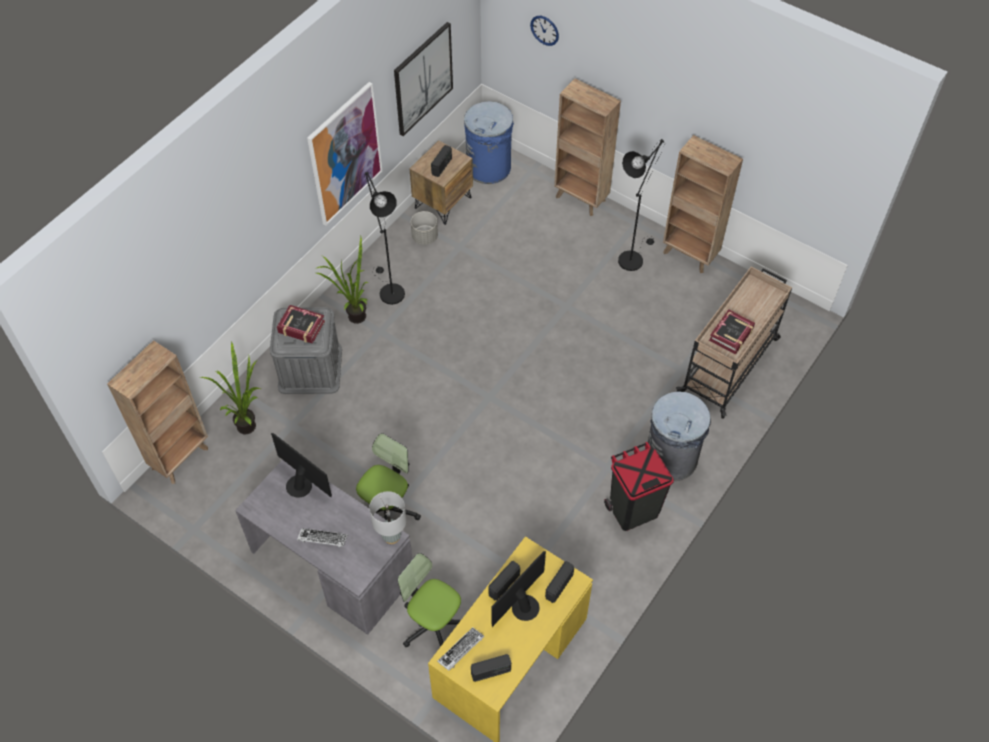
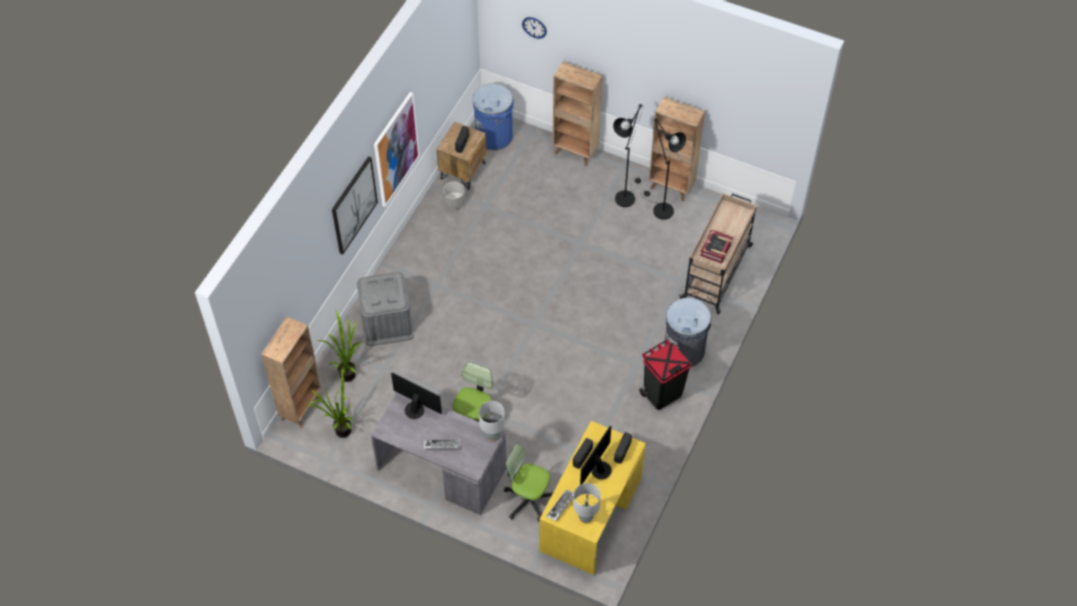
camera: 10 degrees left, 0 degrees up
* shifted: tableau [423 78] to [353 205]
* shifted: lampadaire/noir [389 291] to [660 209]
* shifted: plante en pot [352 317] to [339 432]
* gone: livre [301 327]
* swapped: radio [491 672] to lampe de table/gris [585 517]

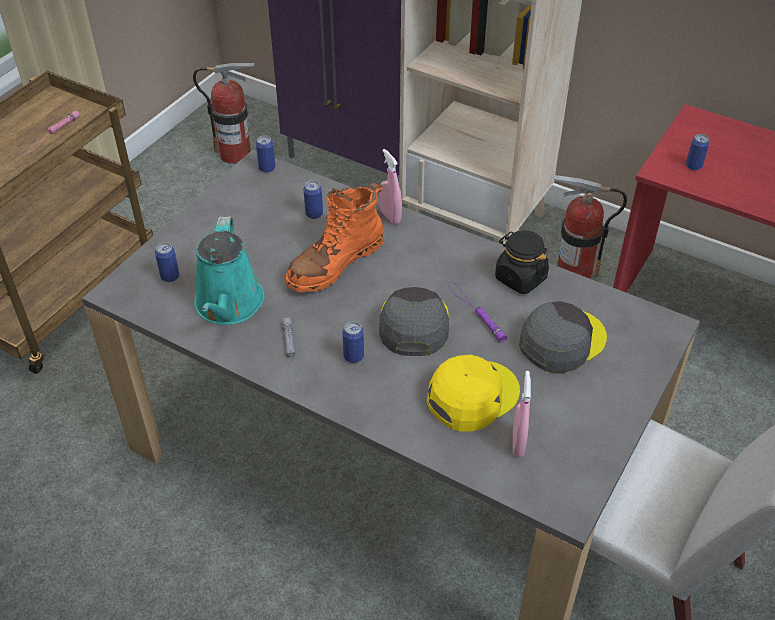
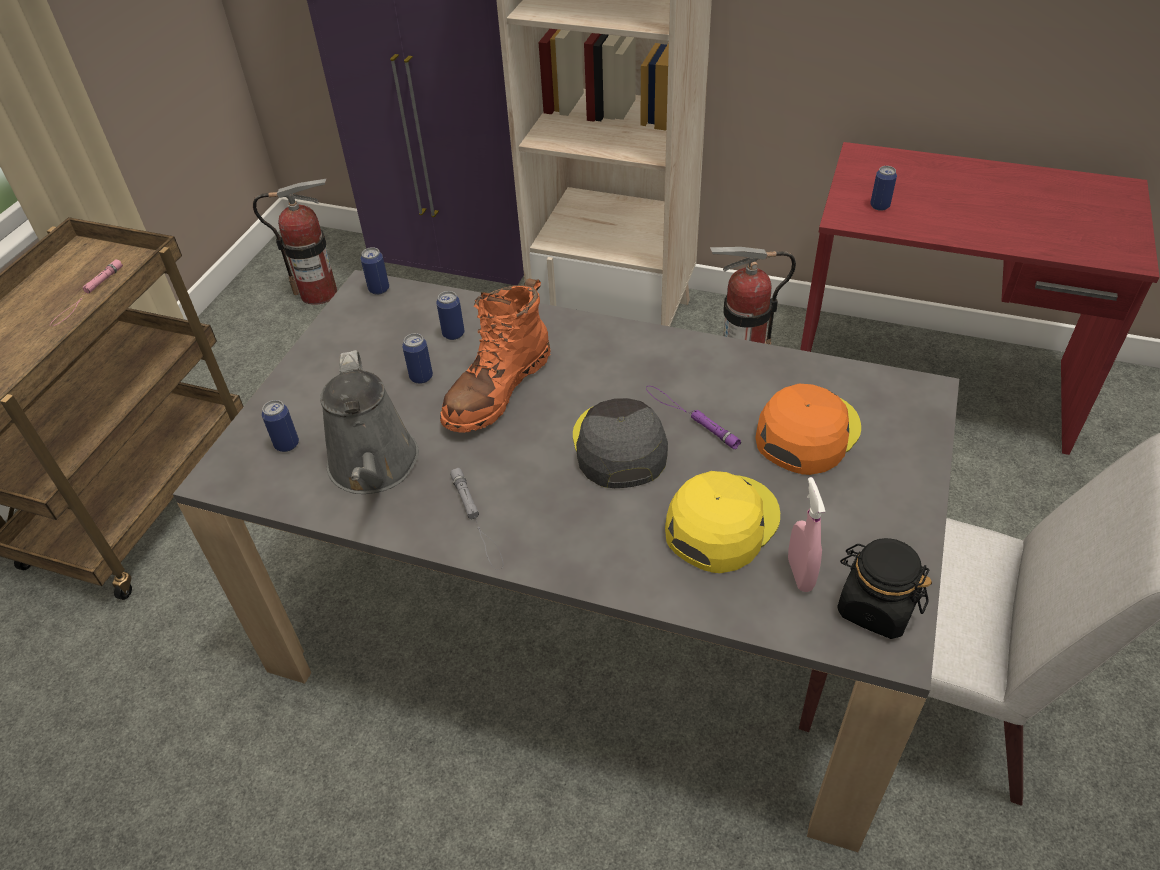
camera: 10 degrees left, 0 degrees up
* gone: vaporisateur/rose [390 216]
* repainted: arrosoir/turquoise [228 306] to arrosoir/gris [374 467]
* shifted: bocal/noir [520 278] to [875 607]
* repainted: casquette/gris [561 341] to casquette/orange [807 433]
* shifted: boîte métallique [353 356] to [421 377]

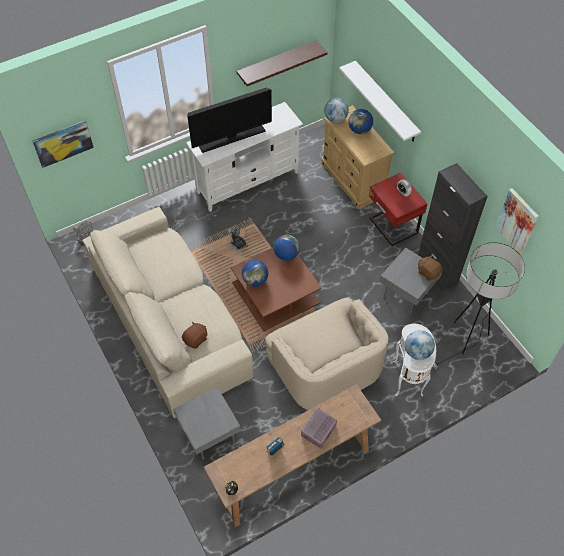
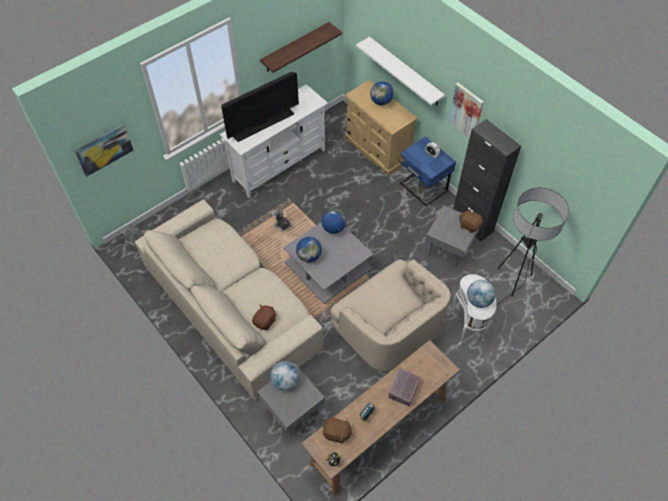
camera: 10 degrees left, 0 degrees up
* shifted: globe [335 119] to [285 381]
* repainted: table de chevet/rouge [392 227] to table de chevet/bleu [422 188]
* shifted: tableau [517 221] to [466 111]
* repainted: table basse/marron [275 295] to table basse/gris [327 268]
* new: peluche/marron [337 433]

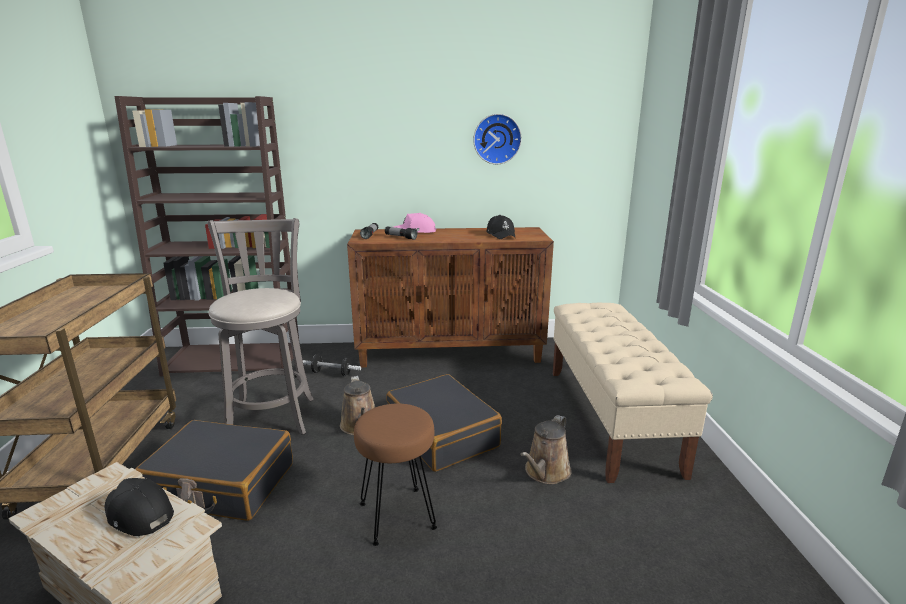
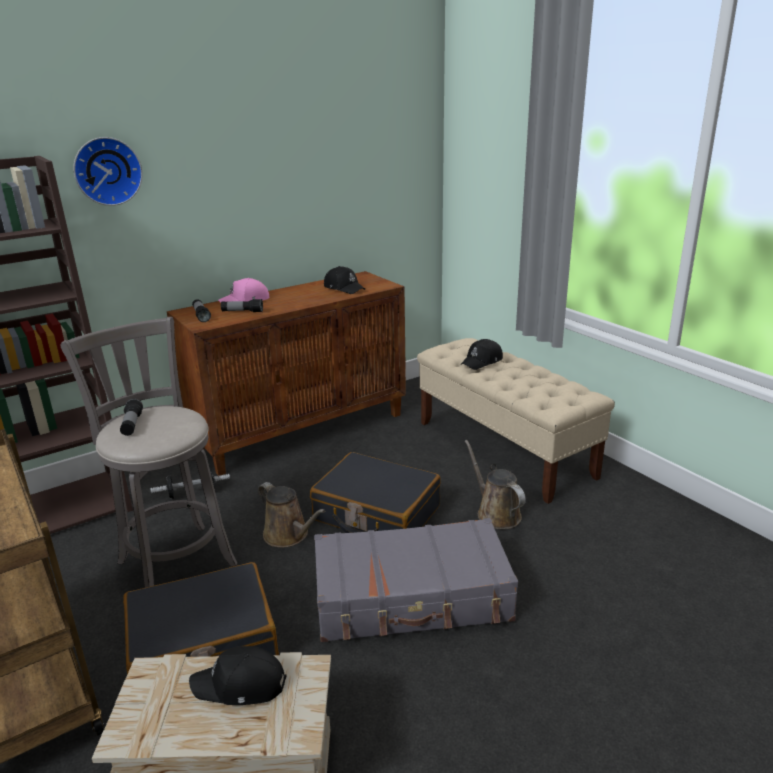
camera: 30 degrees left, 5 degrees up
* shifted: horloge murale [496 139] to [107 171]
* swapped: tabouret/marron [398 515] to valise/gris [412 597]
* rotated: arrosoir/marron [545 472] = [496 513] 150 degrees clockwise
* new: casquette/noir [482 361]
* new: lampe de poche [132 425]

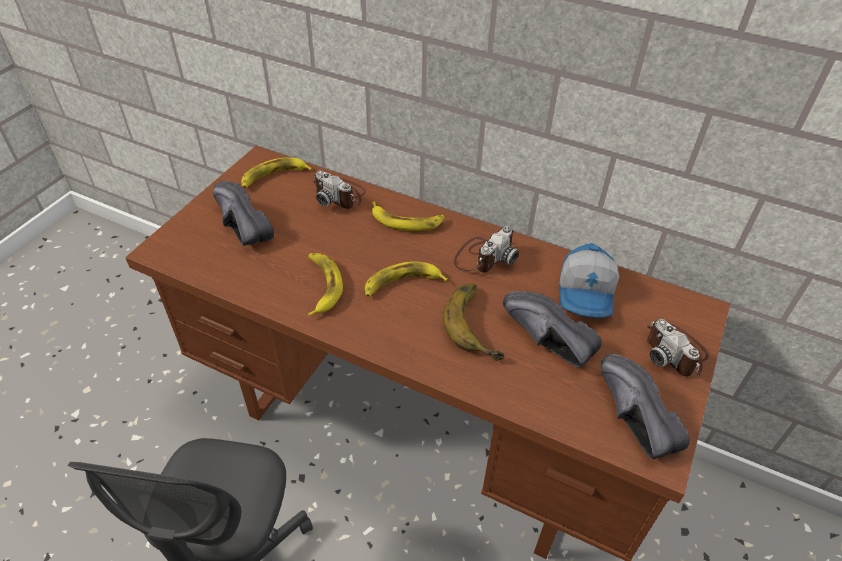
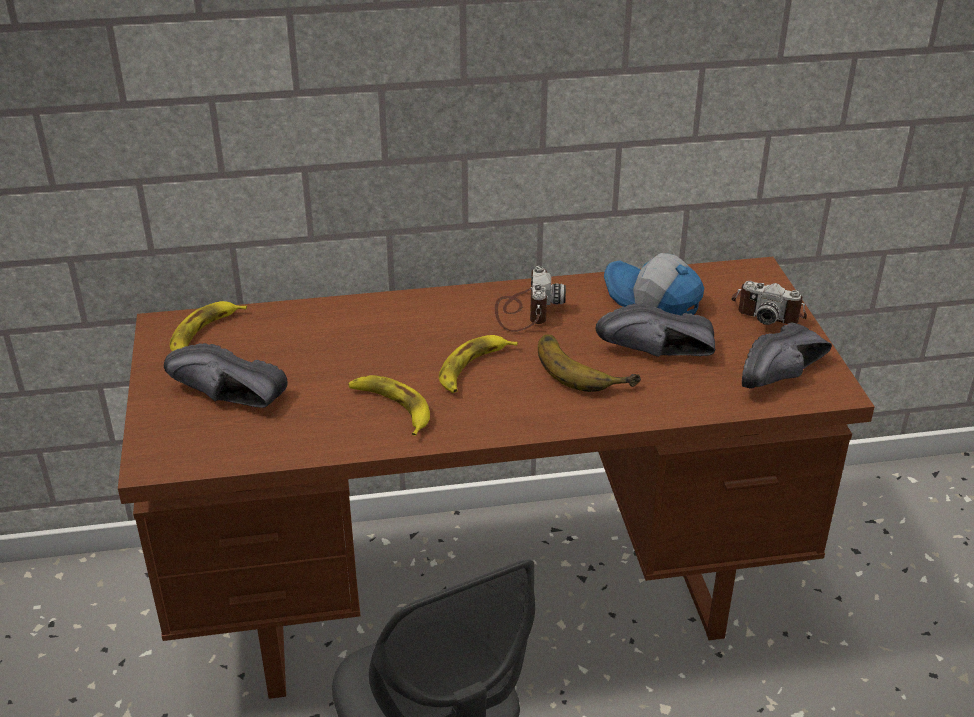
camera: 35 degrees left, 10 degrees down
* gone: appareil photo [340 195]
* gone: banane [406 221]
* rotated: casquette [587 293] = [652 300] 150 degrees clockwise
* rotated: chaussure/noir [629 419] = [784 376] 75 degrees counterclockwise

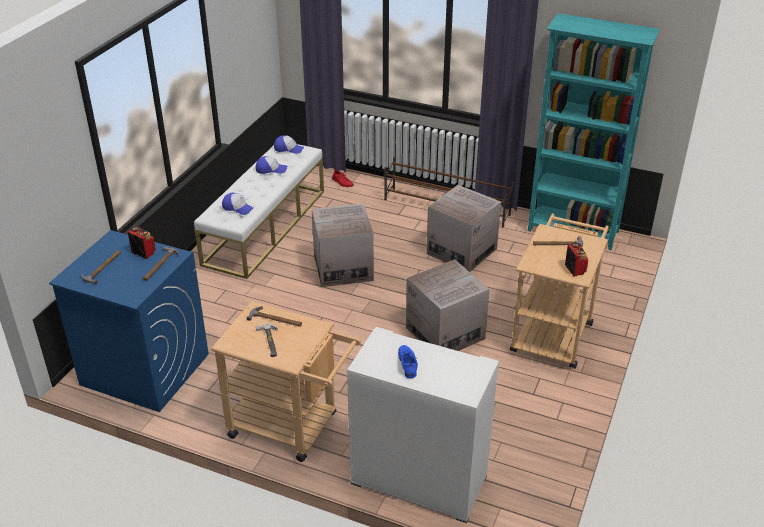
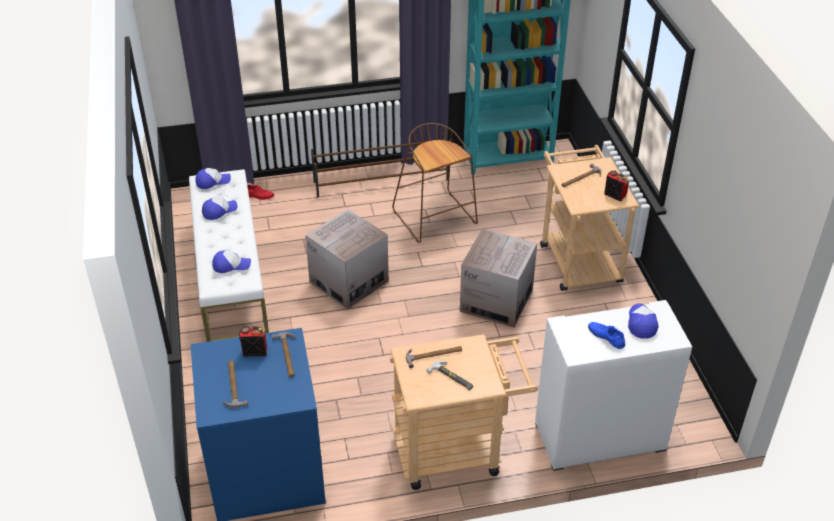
camera: 35 degrees left, 5 degrees up
* swapped: carton [461 251] to tabouret/marron [436 218]
* new: casquette [641 323]

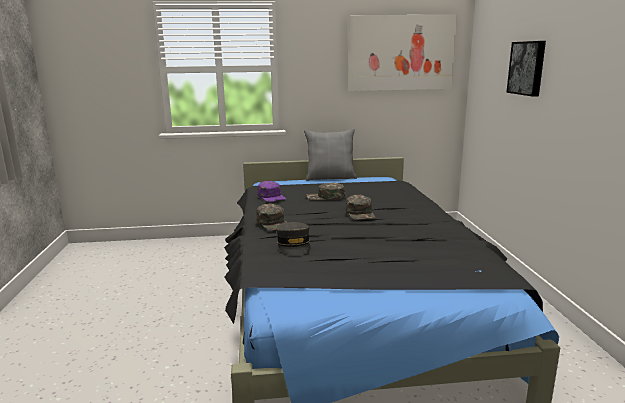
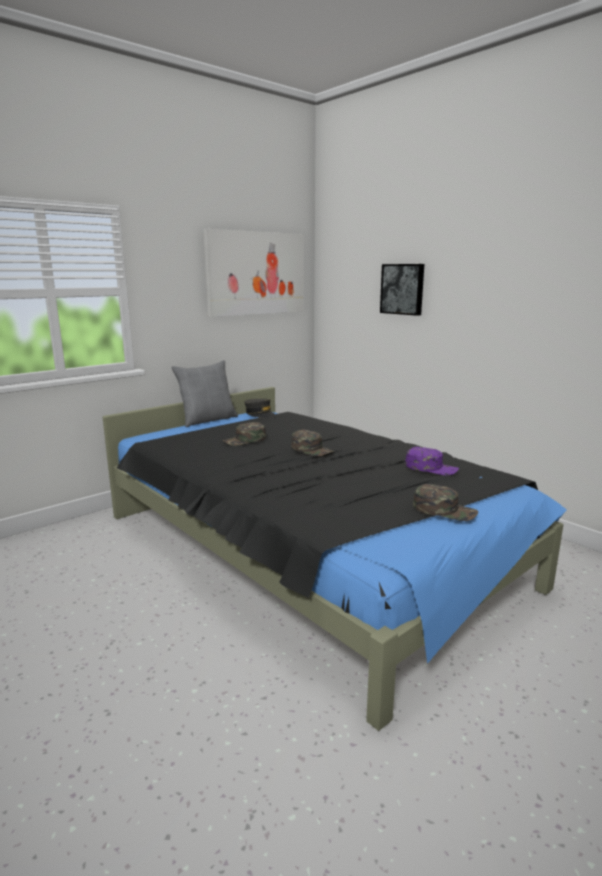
camera: 35 degrees left, 0 degrees up
* shifted: casquette/violet [272 196] to [431 468]
* shifted: casquette/vert [273 223] to [444 510]
* shifted: casquette/gris [294 245] to [260 414]

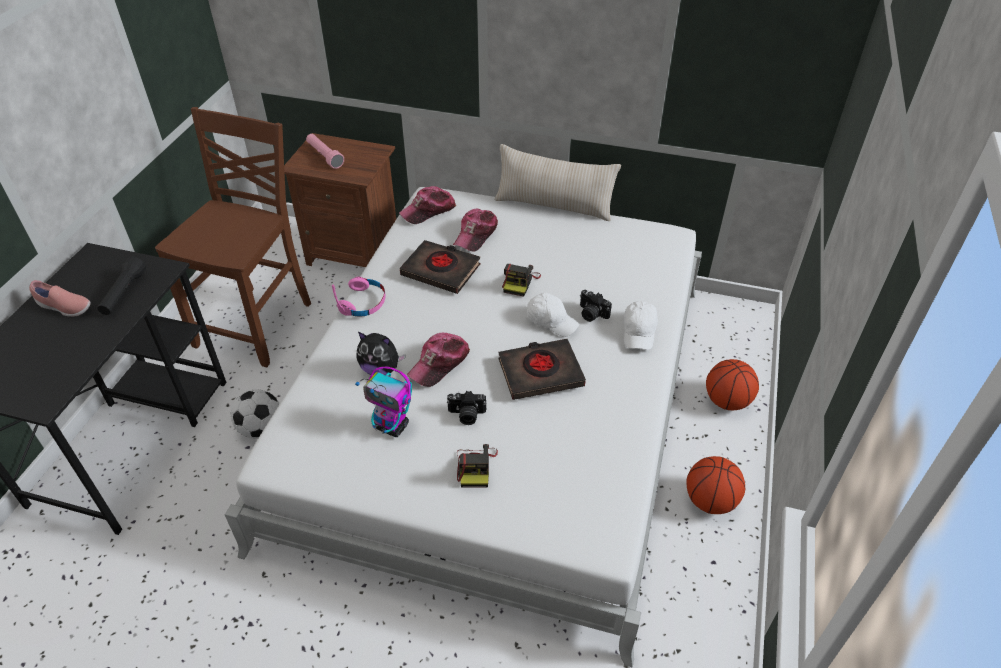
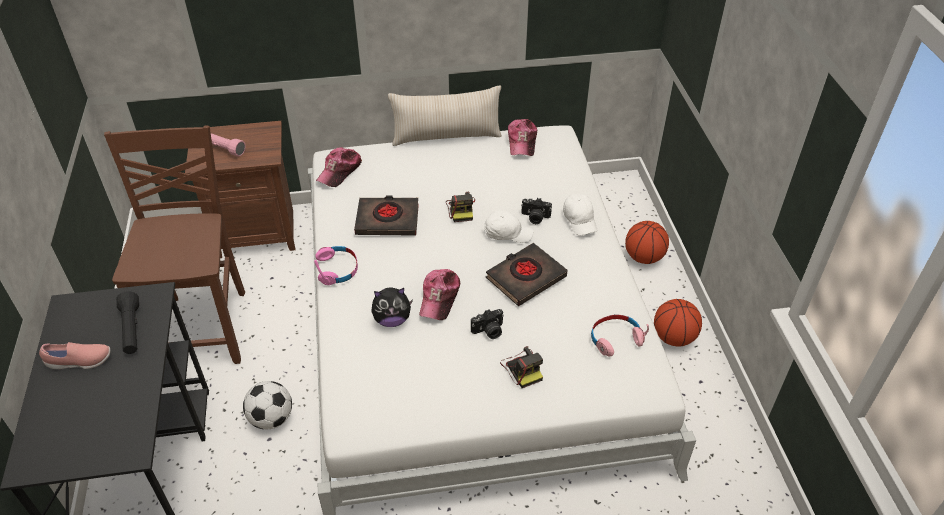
camera: 25 degrees left, 0 degrees up
* shifted: casquette [476 235] to [522 142]
* gone: robot jouet [392 426]
* new: casque audio/rose [615 339]

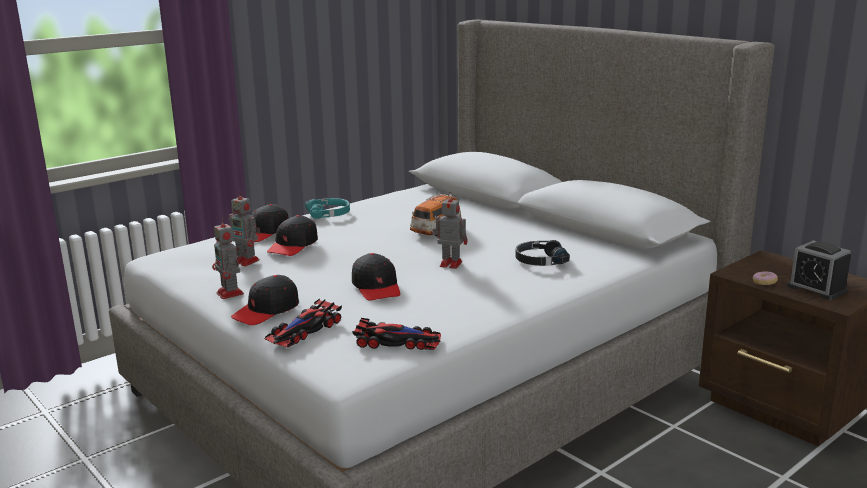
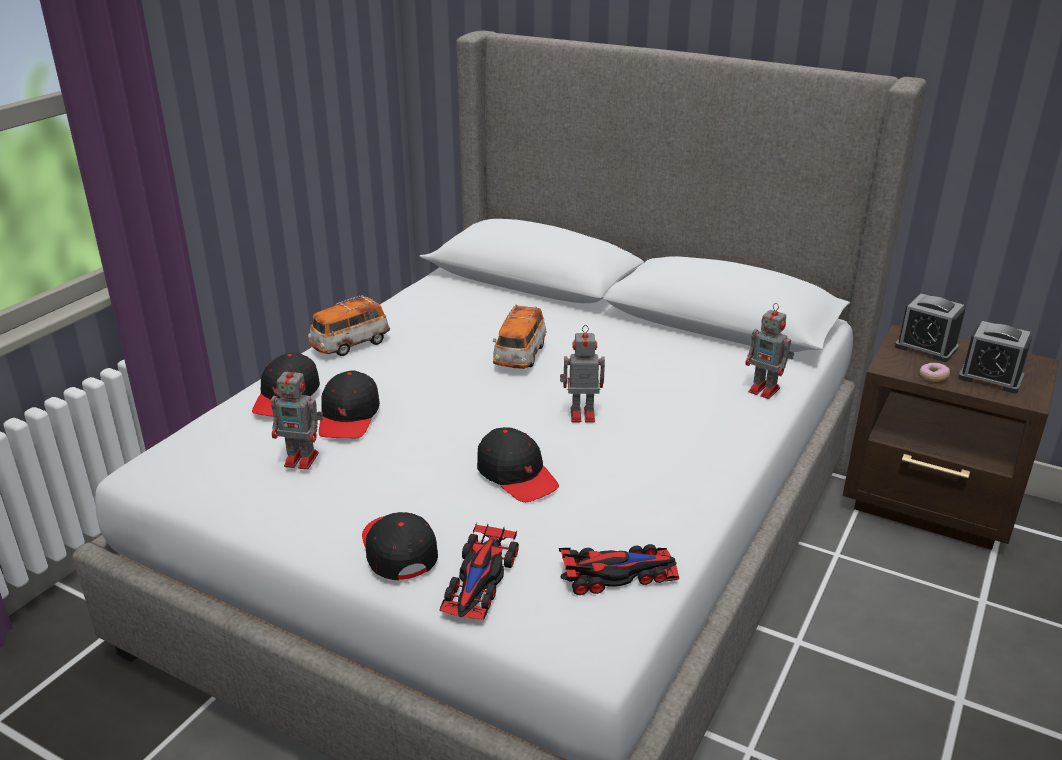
camera: 20 degrees left, 10 degrees up
* swapped: casque audio/turquoise [329 214] to petite voiture [350 344]
* shifted: robot jouet [230 294] to [765 390]
* gone: casque audio/noir [540 261]
* rotated: casquette/noir [266 310] = [398 551] 135 degrees clockwise
* new: réveil [926 347]

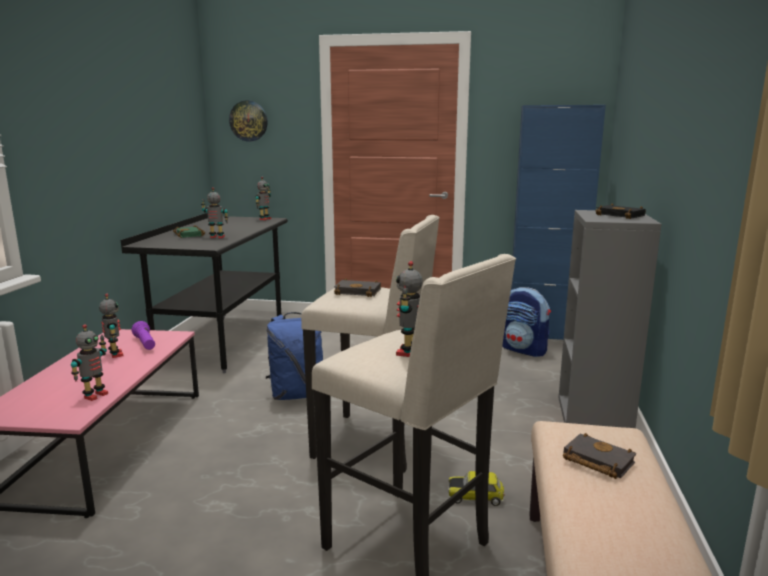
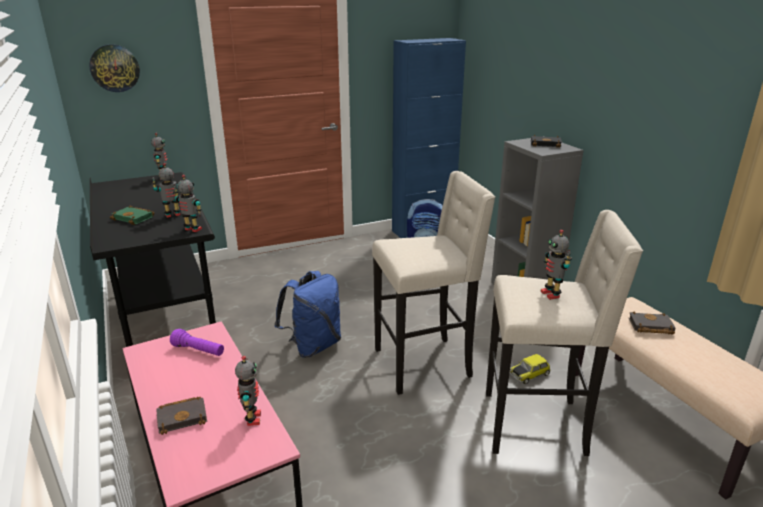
camera: 35 degrees left, 10 degrees up
* shifted: livre/noir [359 291] to [183 417]
* shifted: robot jouet [115 354] to [192 230]

